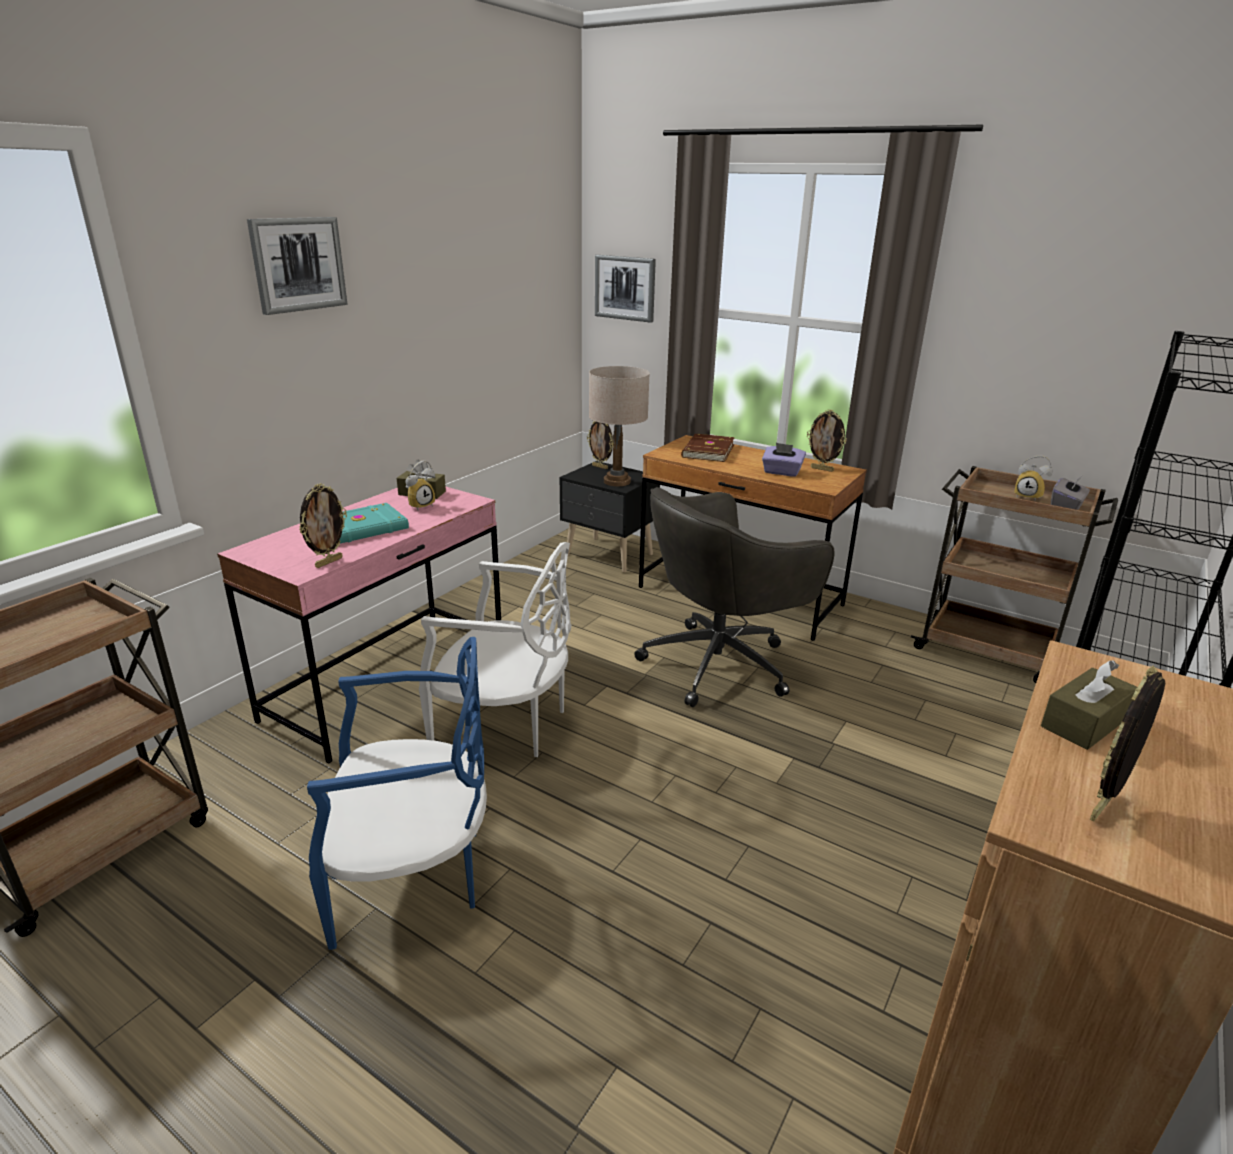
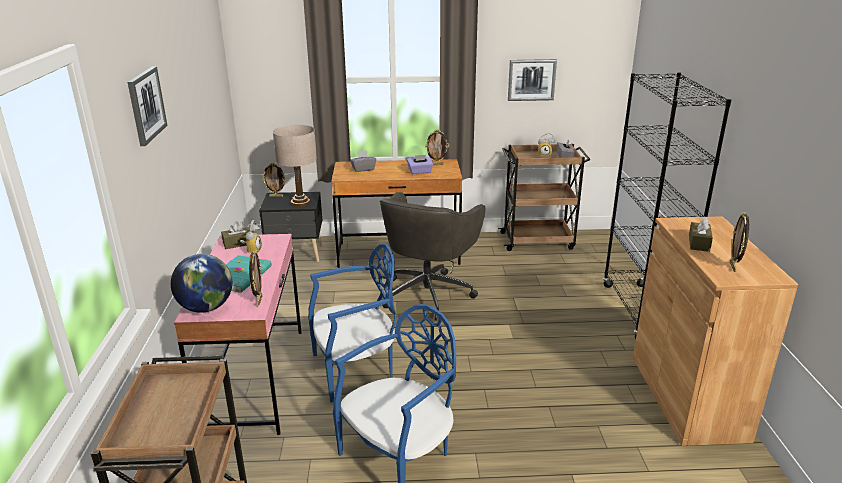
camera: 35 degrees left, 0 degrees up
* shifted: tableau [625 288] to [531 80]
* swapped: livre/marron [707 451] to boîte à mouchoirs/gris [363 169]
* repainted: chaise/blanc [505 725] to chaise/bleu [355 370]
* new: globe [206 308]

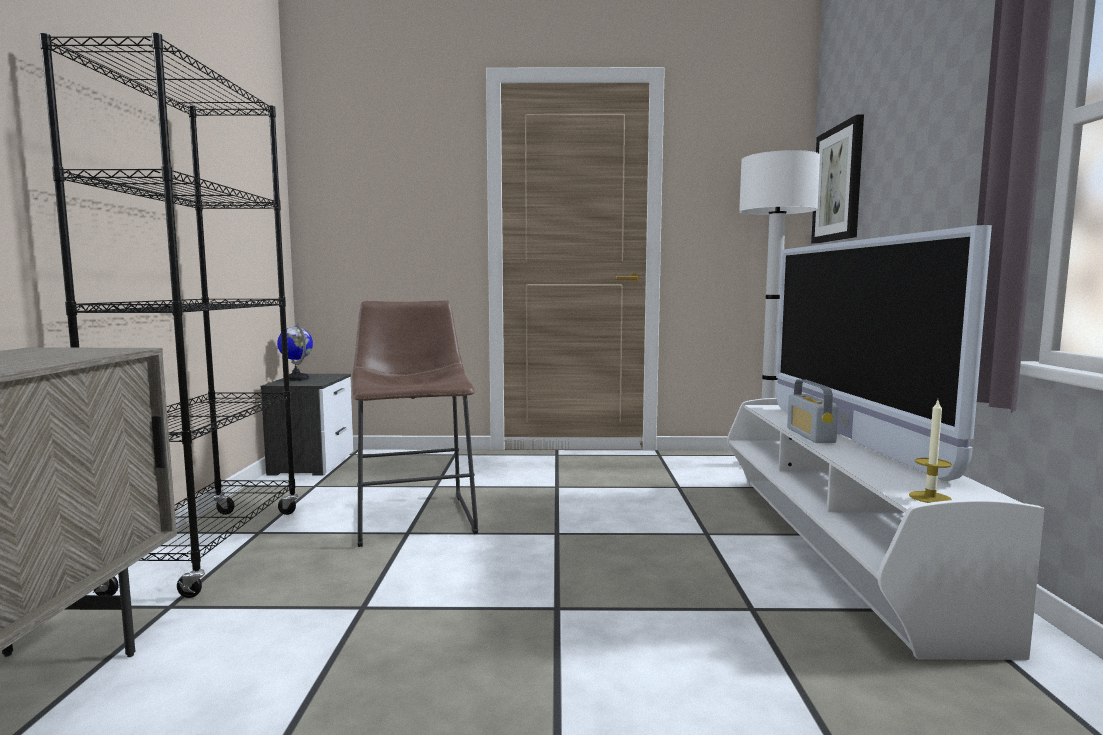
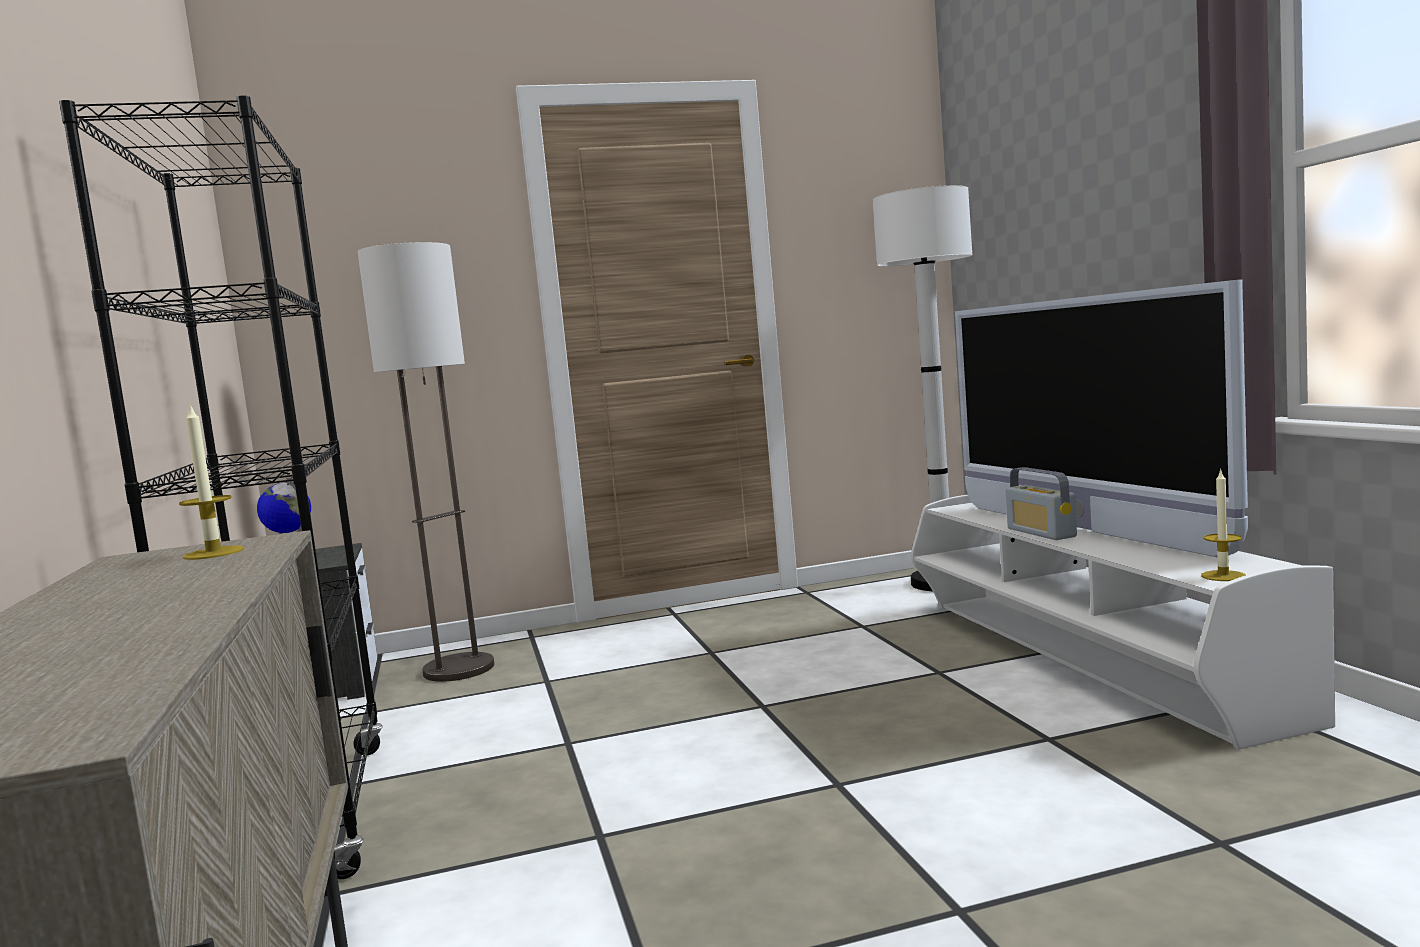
camera: 15 degrees left, 0 degrees up
* gone: tableau [838 184]
* gone: tabouret/marron [415 516]
* new: lampadaire [459 669]
* new: bougie [214 553]

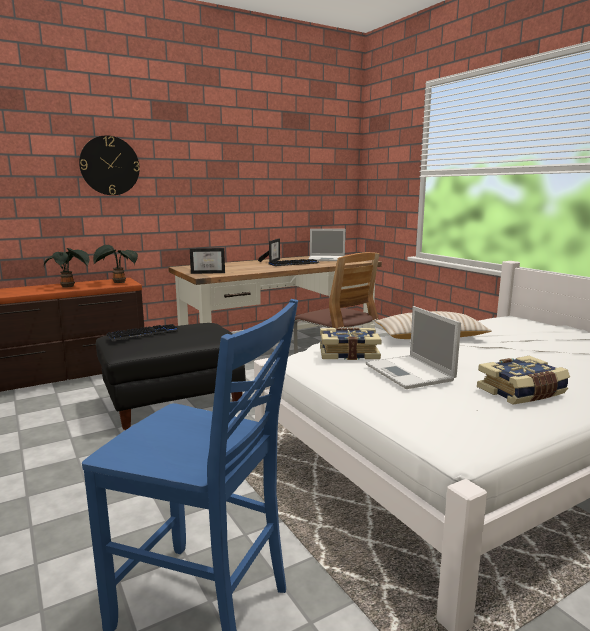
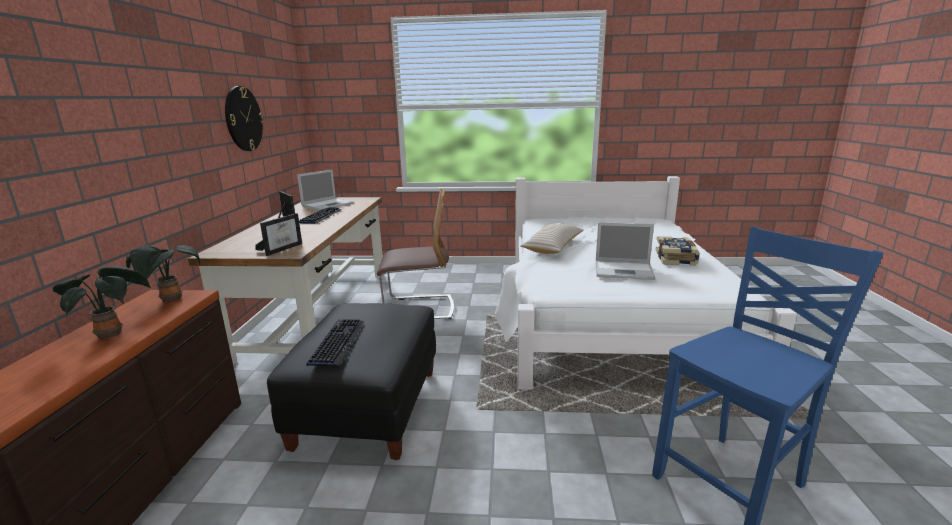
camera: 55 degrees left, 5 degrees up
* shifted: horloge murale [109 165] to [243 119]
* gone: livre [348 353]

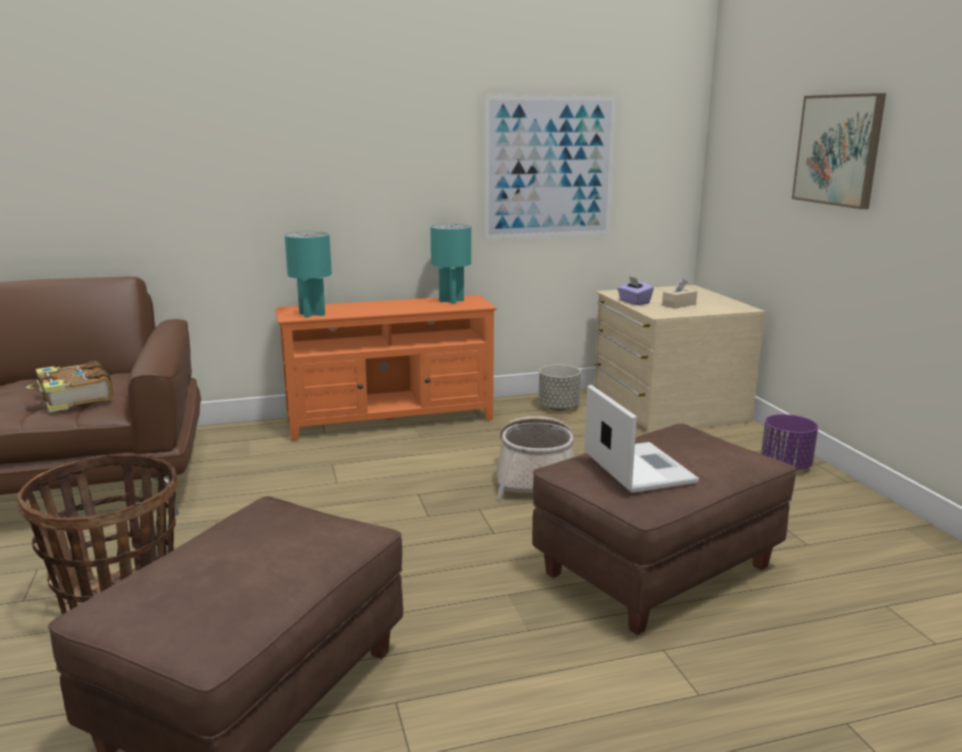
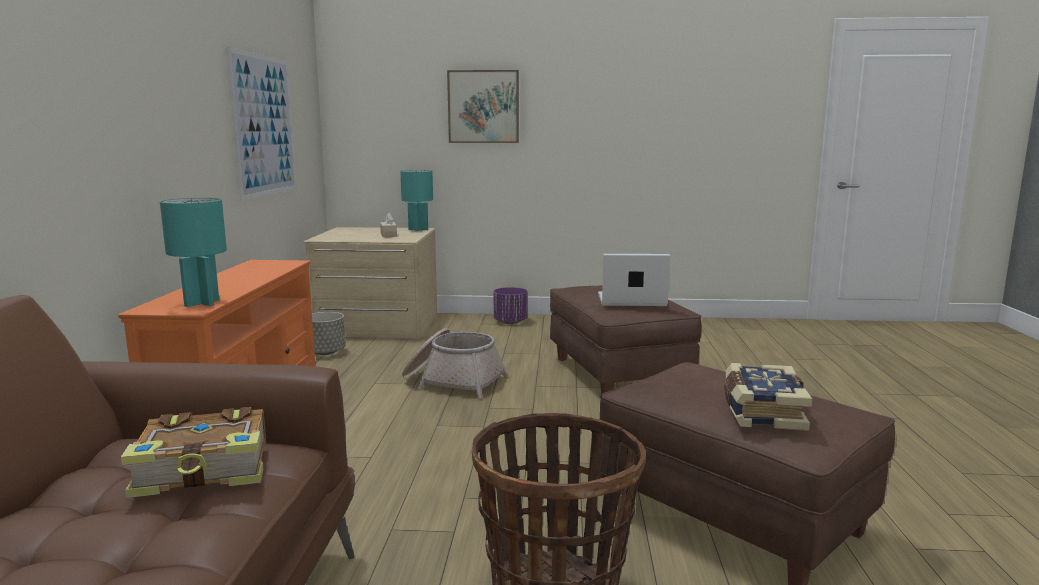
camera: 70 degrees left, 5 degrees down
* shifted: lampe de table/turquoise [452 301] to [418 229]
* gone: boîte à mouchoirs/violet [634 302]
* new: livre [761 412]

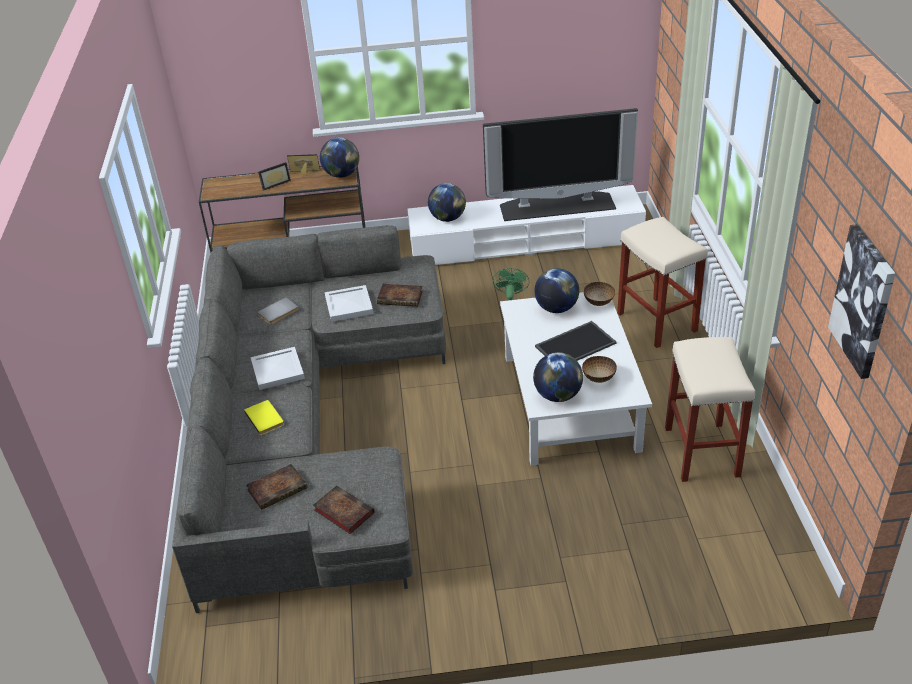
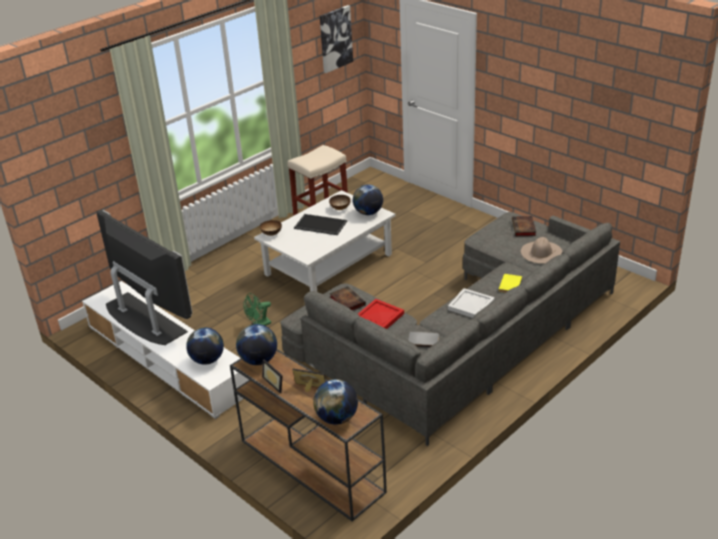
camera: 130 degrees left, 5 degrees down
* gone: tabouret/beige [658 322]
* shifted: globe [556 308] to [337 418]
* repainted: plateau/blanc [349 305] to plateau/rouge [379 316]
* swapped: livre [278 488] to chapeau/beige [541 252]

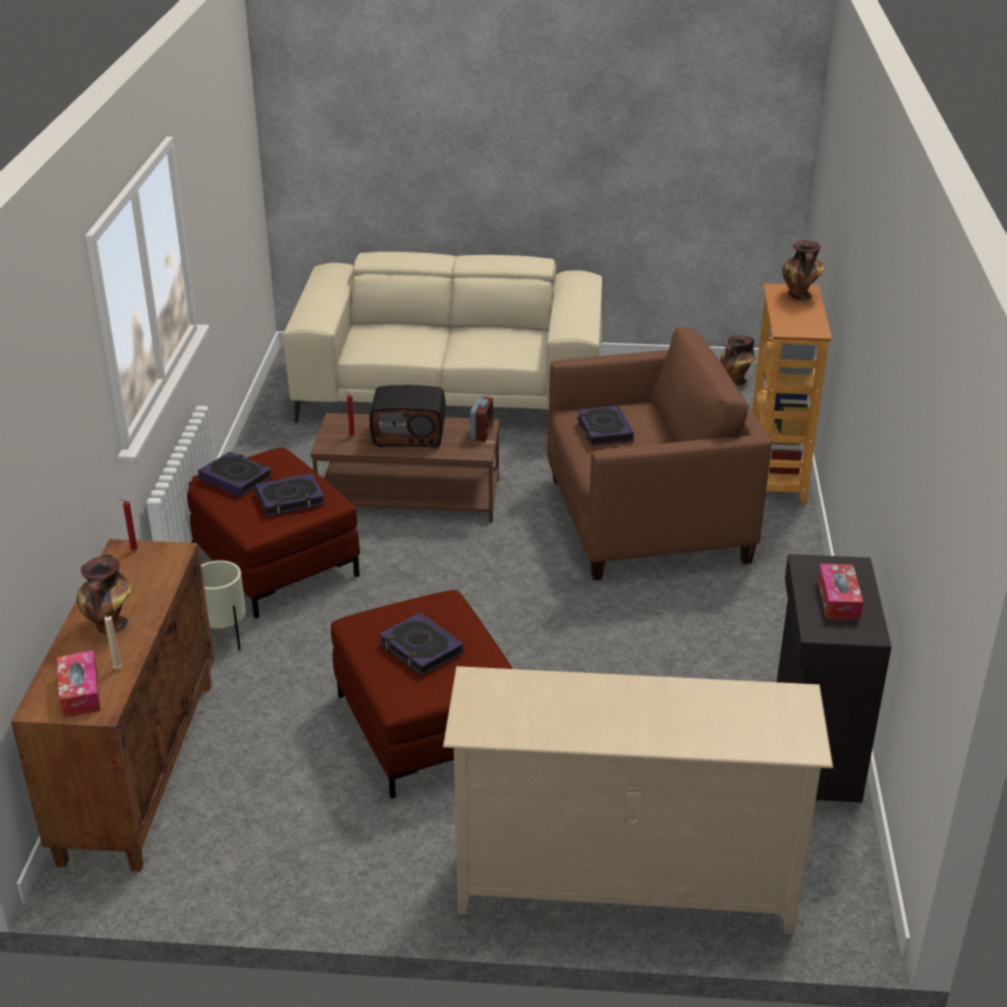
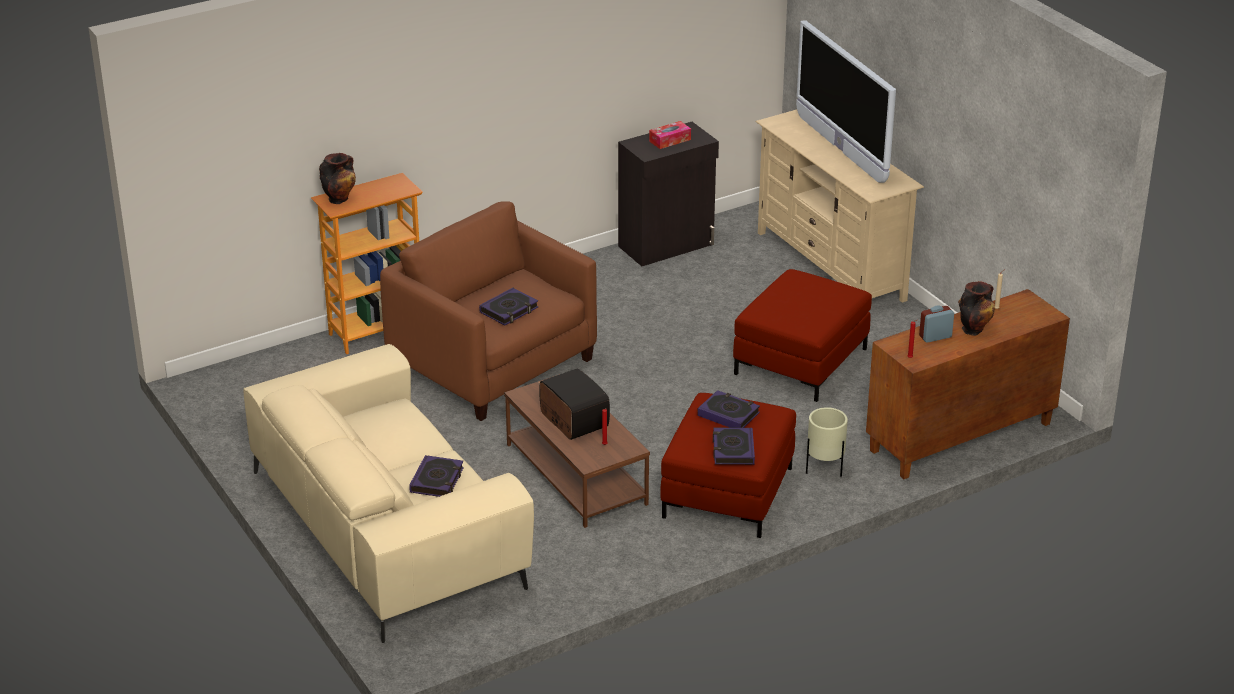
camera: 125 degrees left, 0 degrees up
* gone: vase [735 381]
* shifted: réveil [481 433] to [935 336]
* shifted: livre [420 649] to [437 480]
* gone: boîte à mouchoirs [80 692]
* new: téléviseur [840 149]

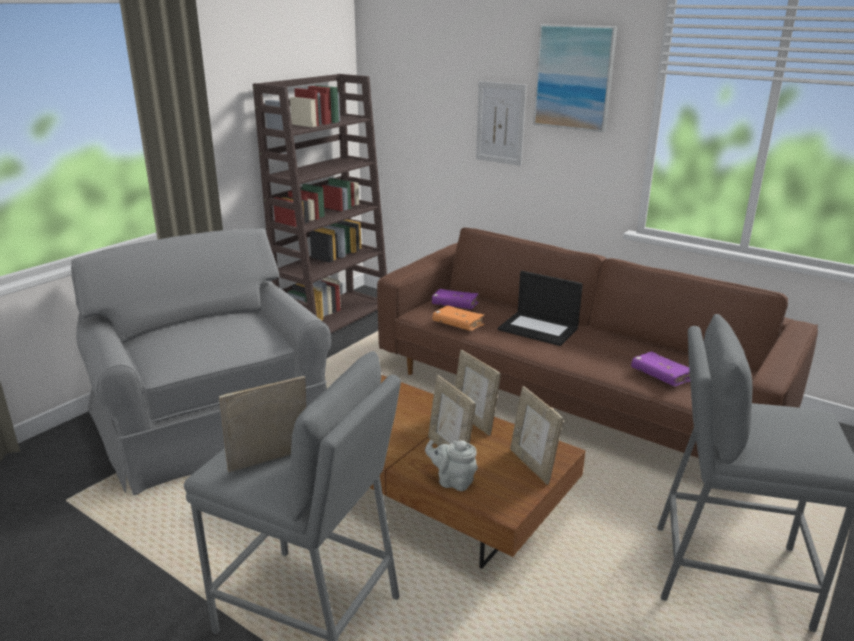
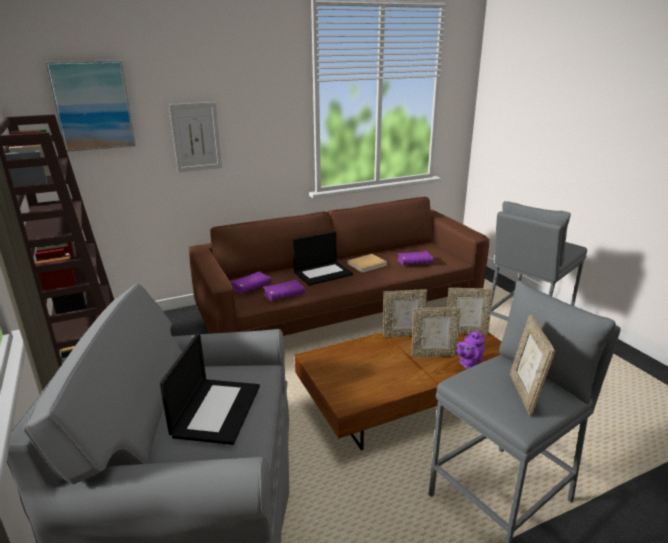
camera: 60 degrees left, 0 degrees up
* shifted: tableau [574 77] to [93 105]
* repainted: livre/orange [458 324] to livre/violet [284 295]
* repainted: théière/gris [453 481] to théière/violet [468 363]
* new: livre/beige [368 264]
* new: ordinateur portable [216 410]

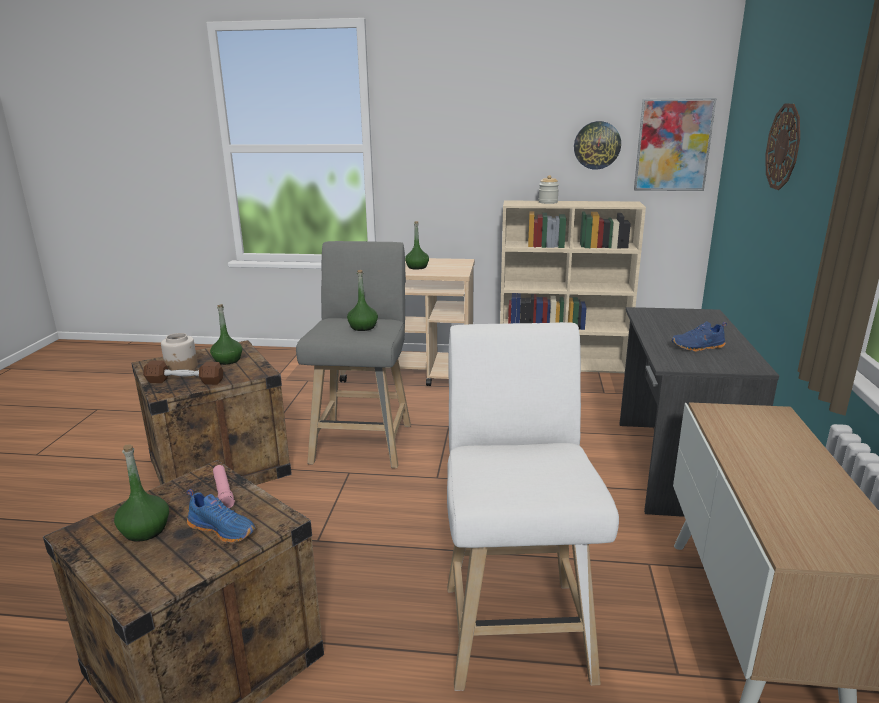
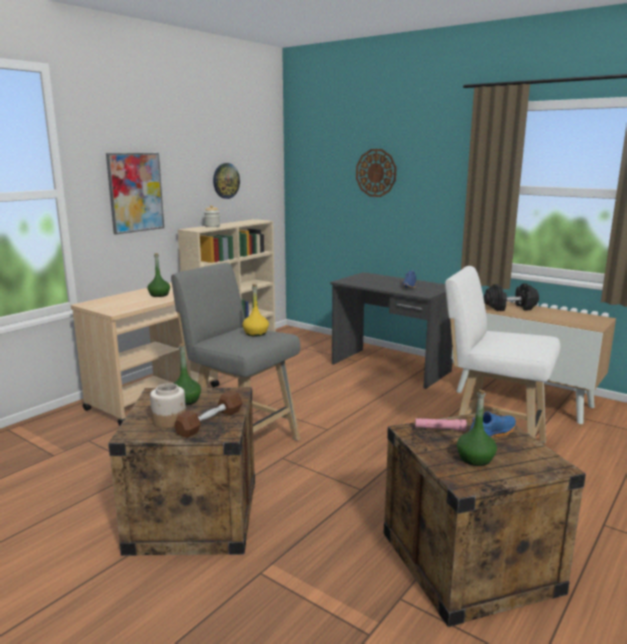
camera: 60 degrees left, 5 degrees down
* shifted: tableau [673 145] to [135 192]
* repainted: bouteille/vert [363 327] to bouteille/jaune [256 333]
* new: haltère/noir [510 308]

